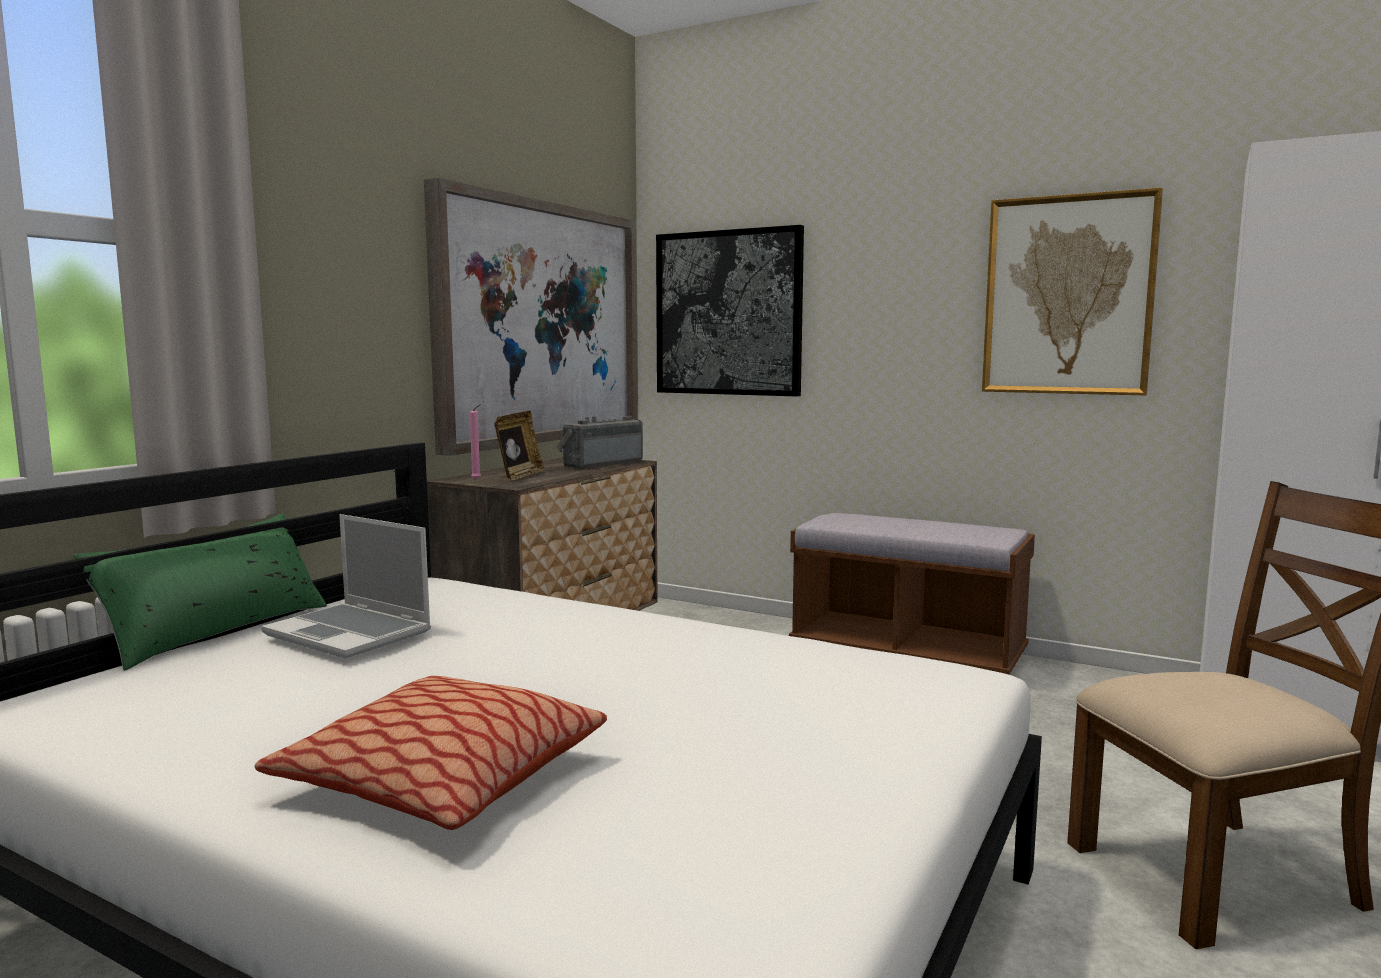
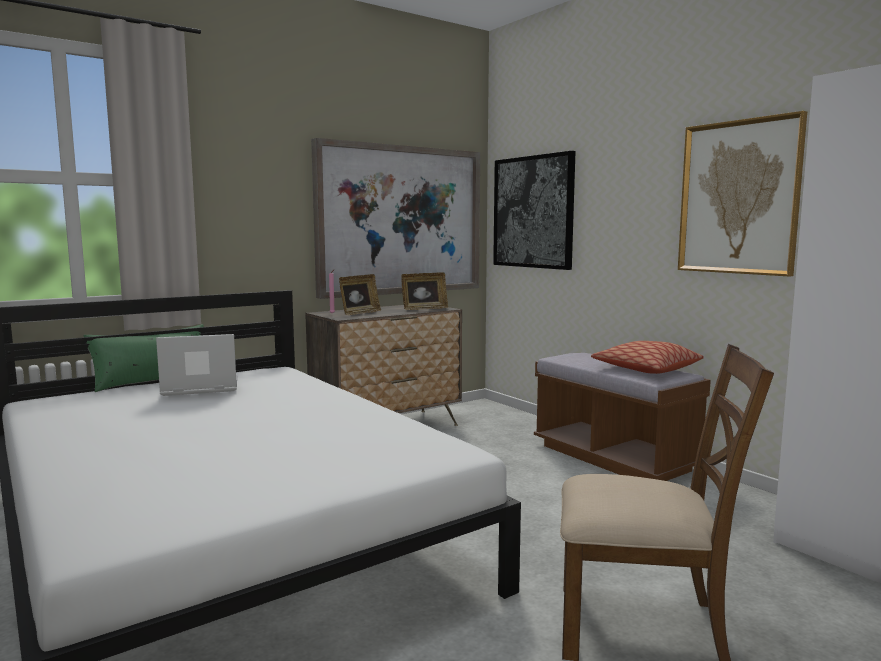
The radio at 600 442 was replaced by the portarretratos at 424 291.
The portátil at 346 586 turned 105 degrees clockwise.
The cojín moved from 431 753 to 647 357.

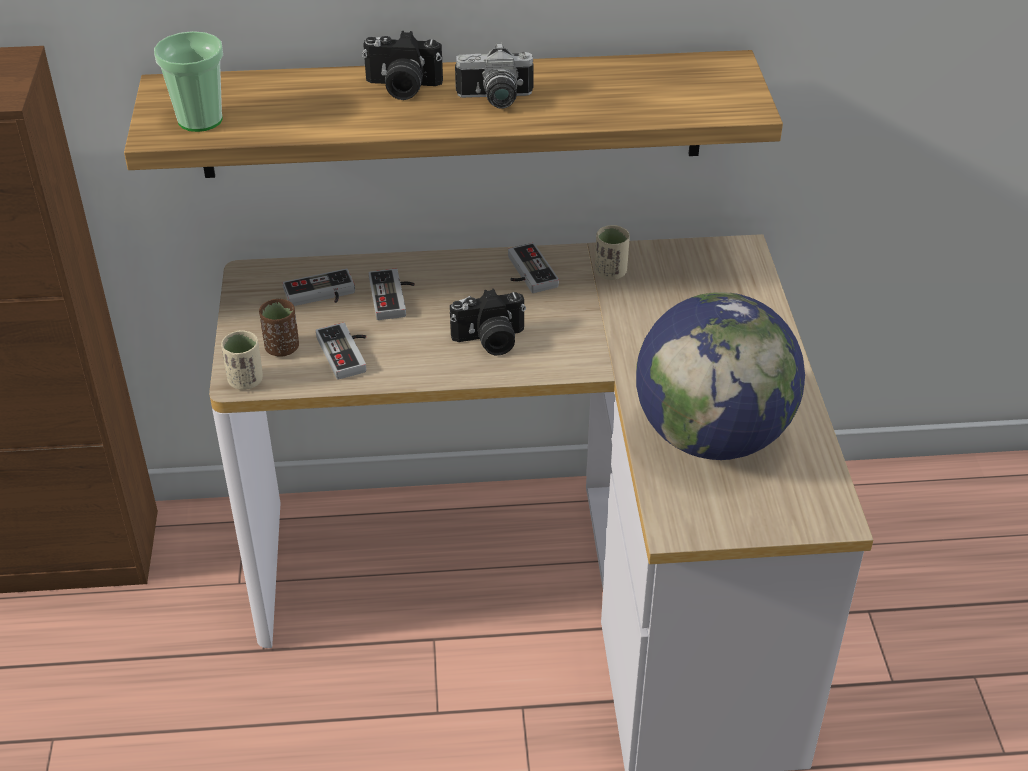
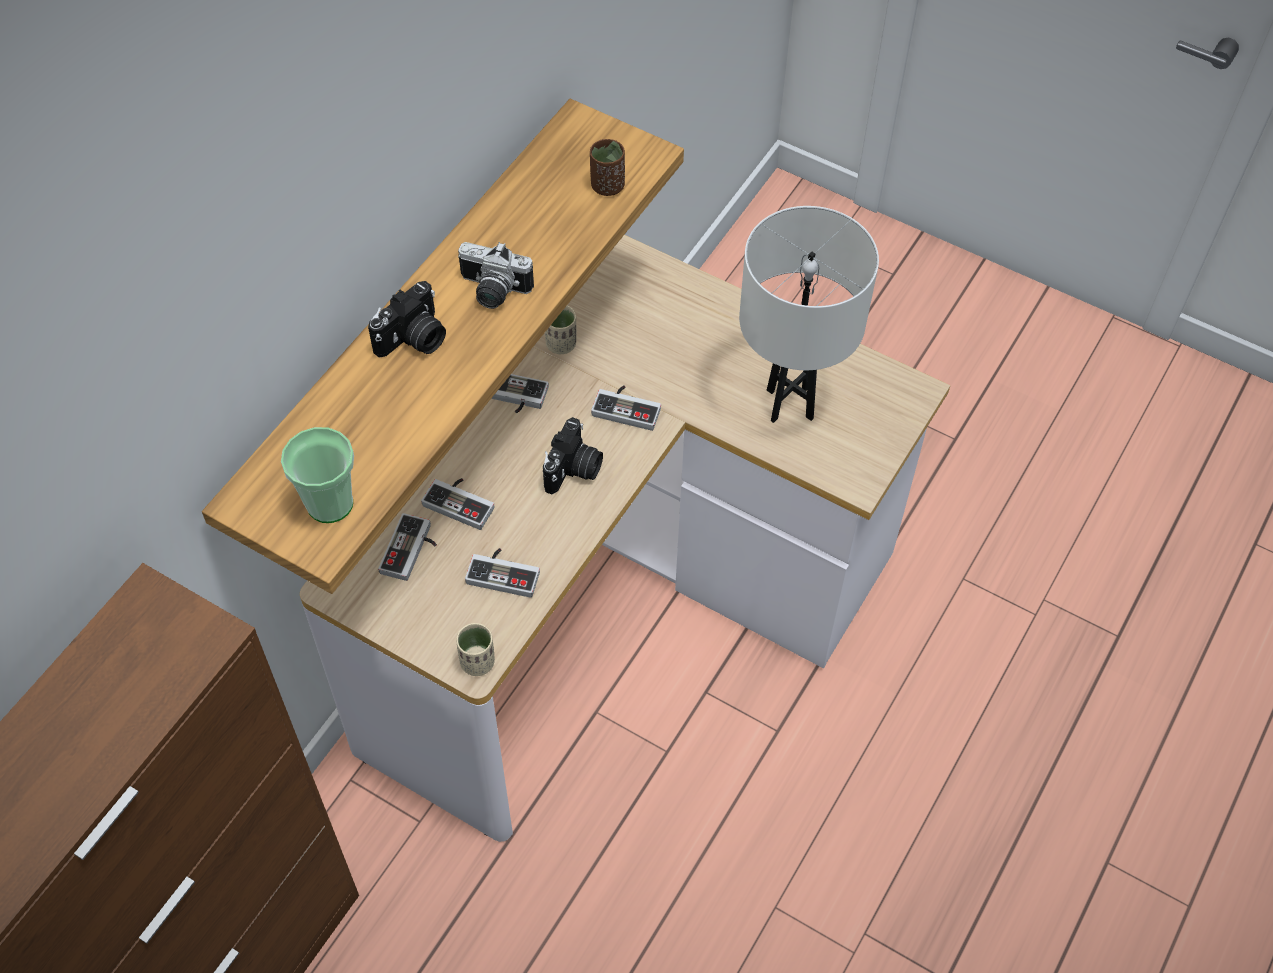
The cámara at 494 75 turned 75 degrees clockwise.
The globo terráqueo at 720 376 was replaced by the lámpara de mesa/blanco at 809 314.
The taza/marrón moved from 279 328 to 607 167.
The mando de consola at 626 408 appeared.

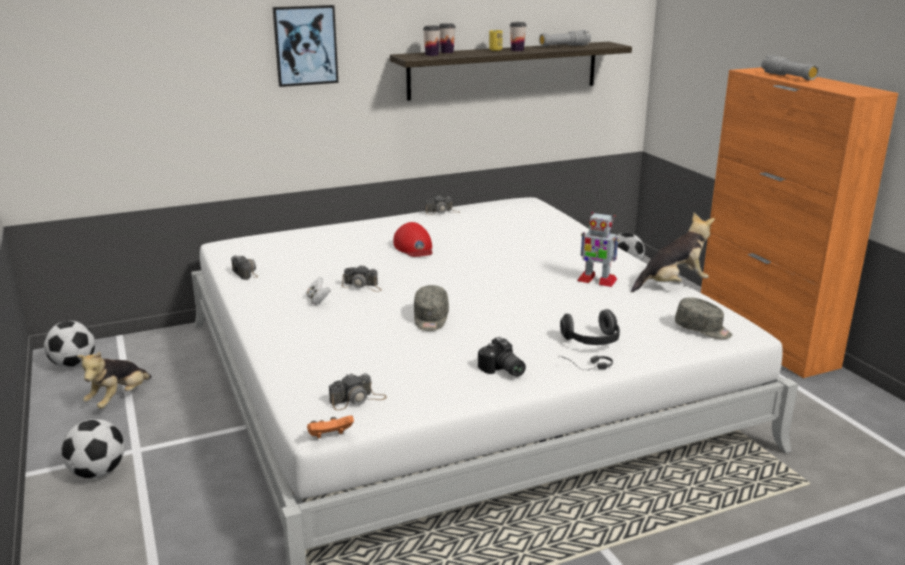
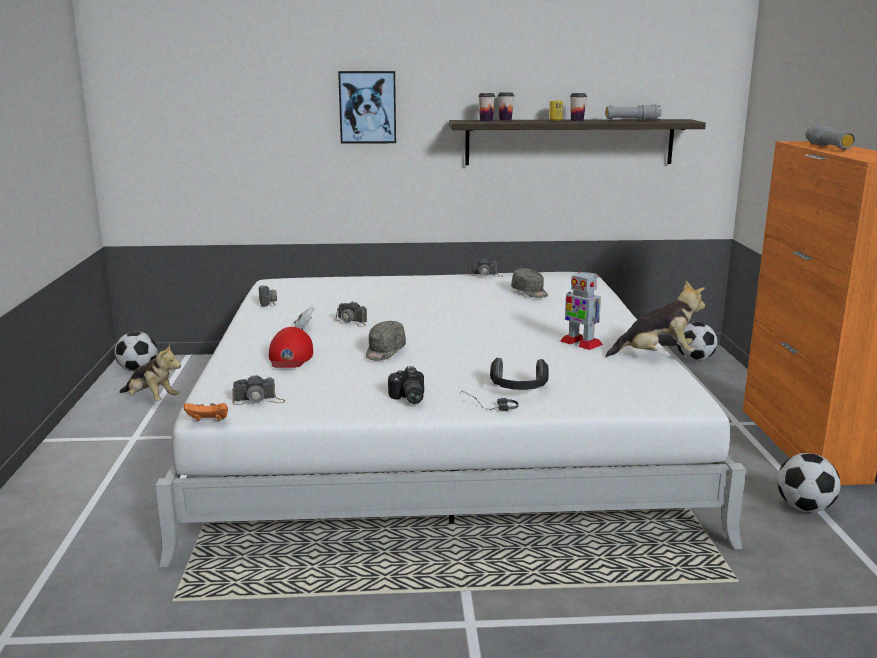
The gorra/rojo moved from 413 239 to 291 347.
The gorra/gris moved from 703 318 to 529 283.
The peluche at 114 379 turned 105 degrees counterclockwise.
The balón de fútbol moved from 93 448 to 809 482.

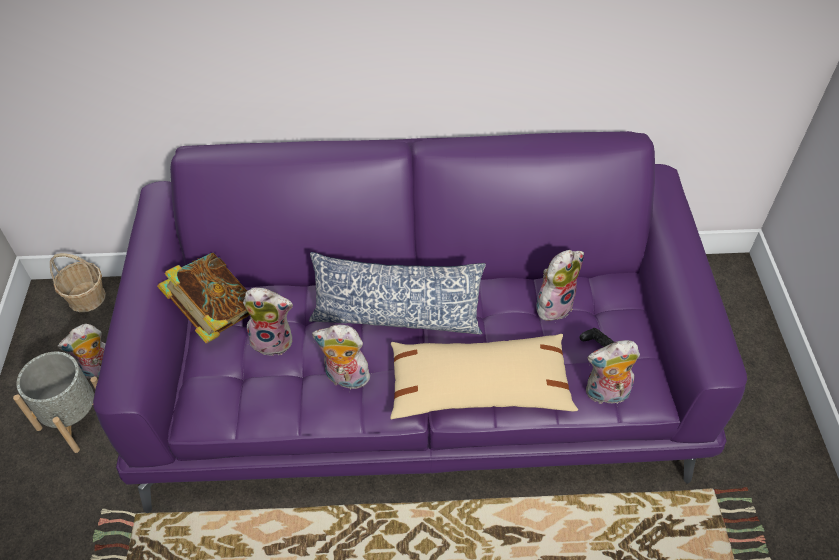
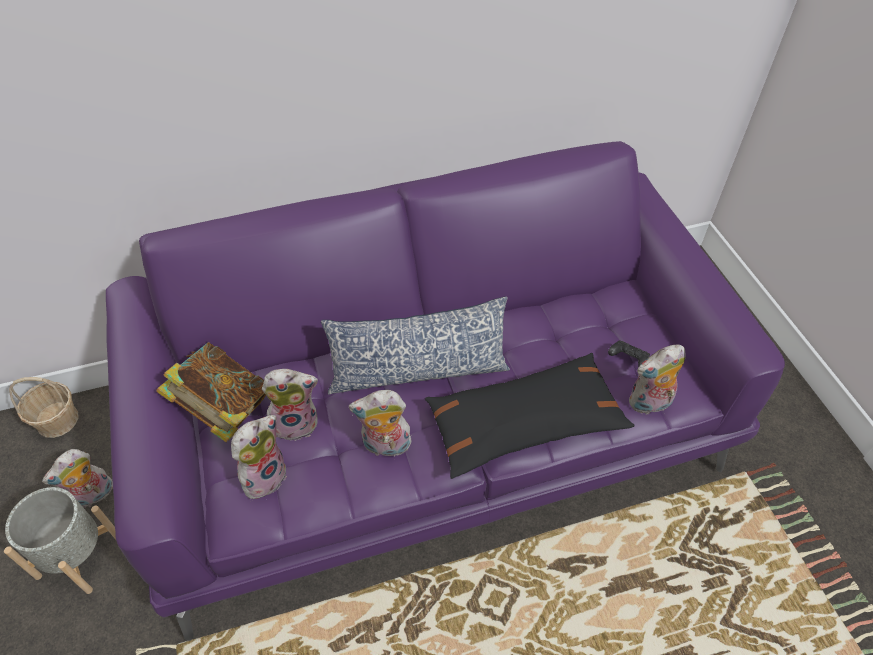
The peluche moved from 560 285 to 259 458.
The cojín/beis at 484 376 became the cojín/negro at 530 416.

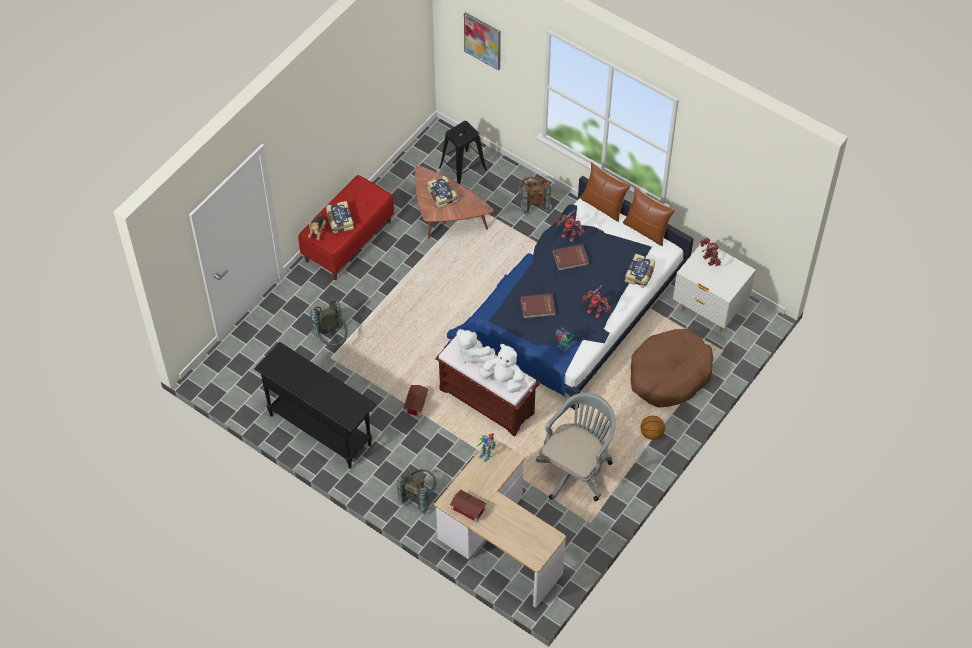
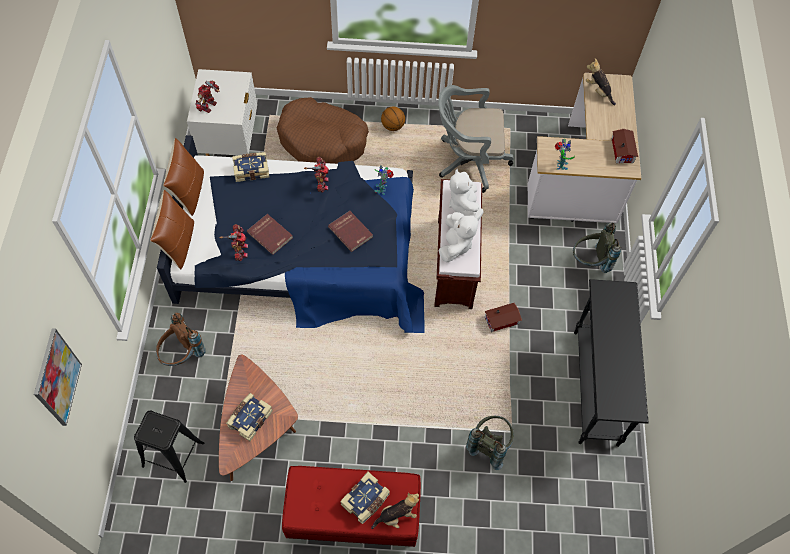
The peluche at 601 81 appeared.

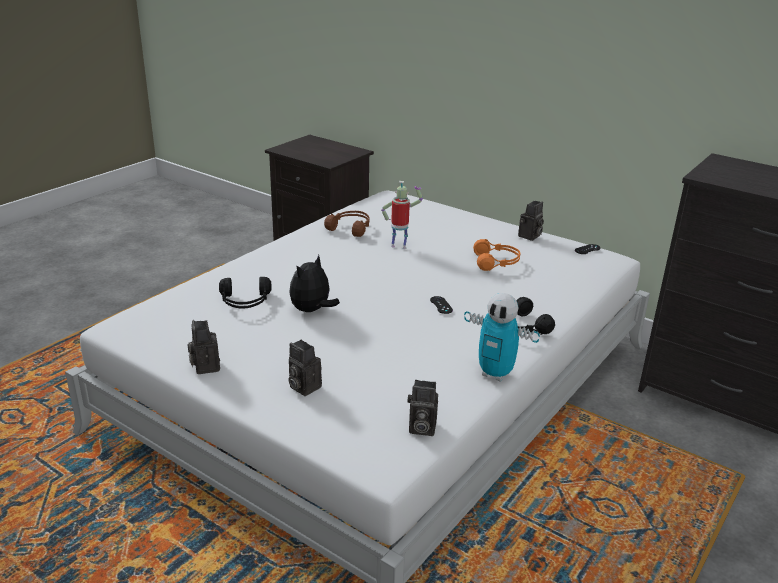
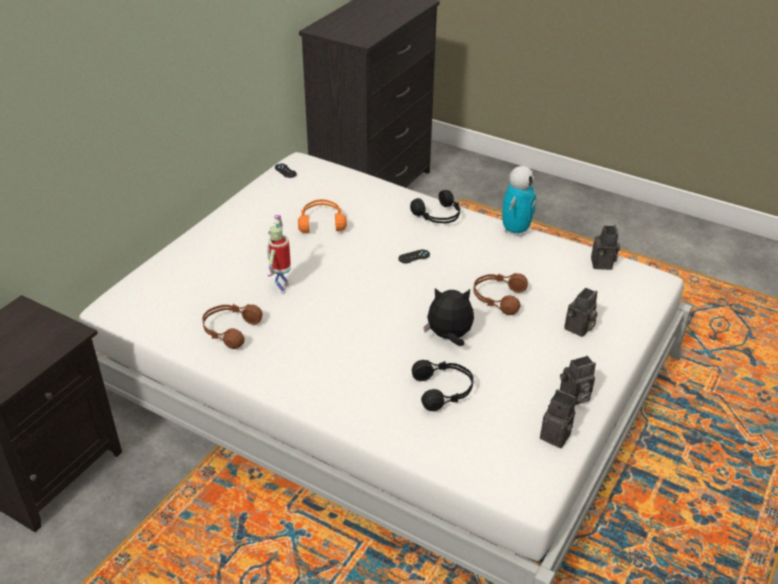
The cámara moved from 531 221 to 558 418.
The peluche at 314 283 turned 150 degrees clockwise.
The auriculares/marrón at 500 294 appeared.

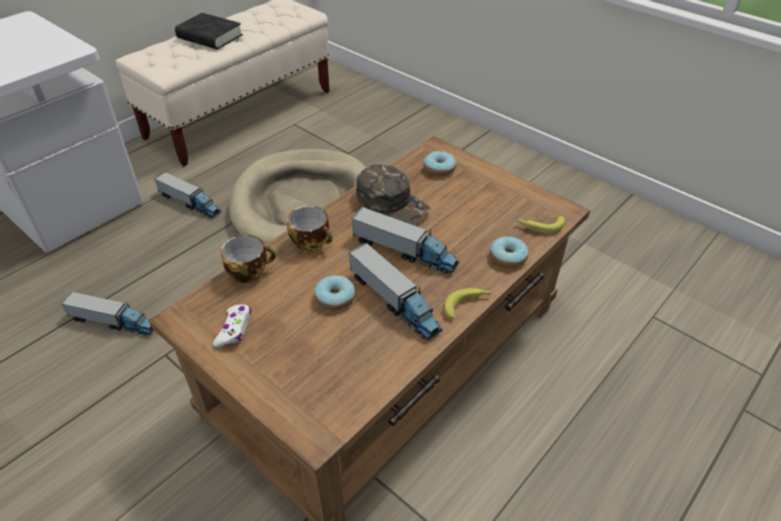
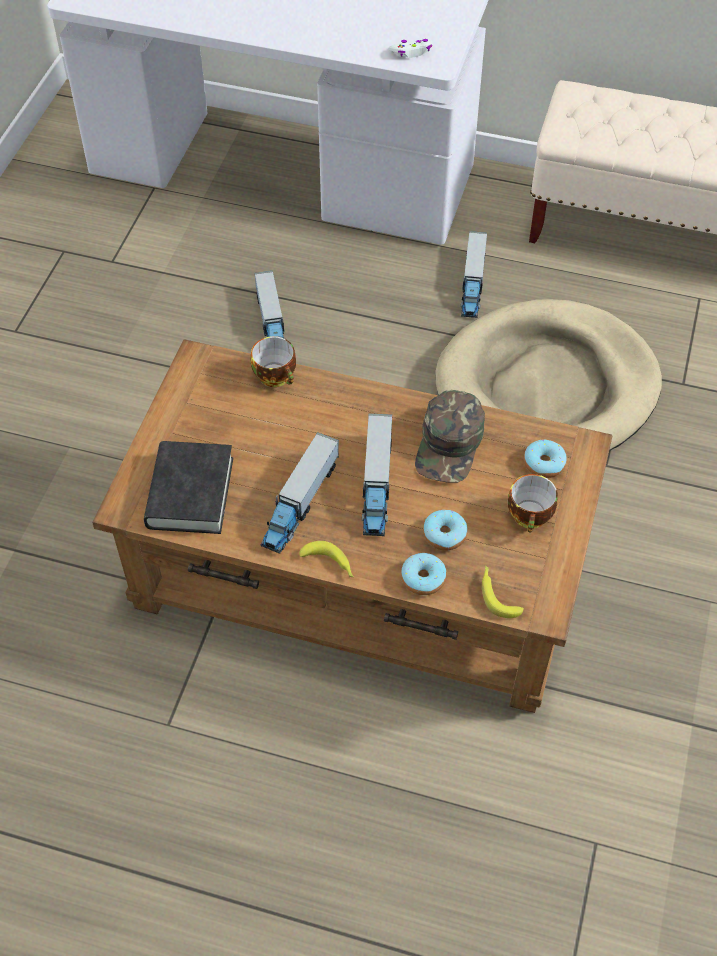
The libro/negro moved from 209 31 to 188 487.
The taza moved from 309 229 to 533 503.
The rosquilla moved from 334 292 to 445 530.
The mando de consola/blanco moved from 232 325 to 410 48.

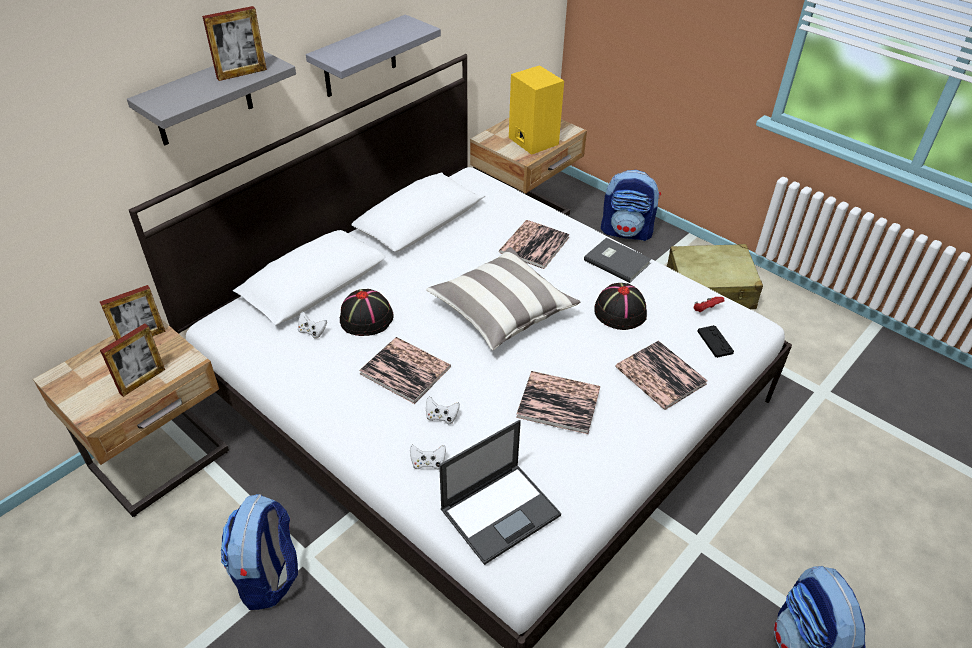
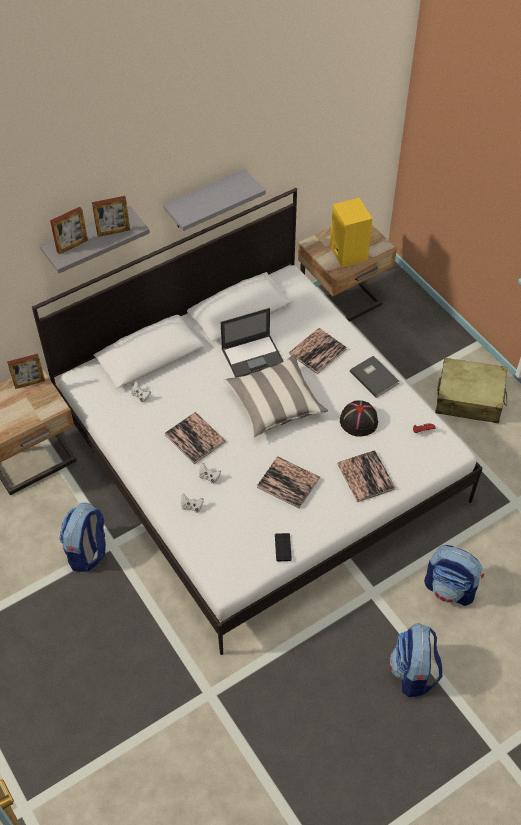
The mochila moved from 631 205 to 454 575.
The sombrero/negro at 367 312 disappeared.
The portarretratos moved from 132 360 to 69 230.
The mando de consola/negro moved from 715 341 to 283 547.
The portátil moved from 500 492 to 252 342.

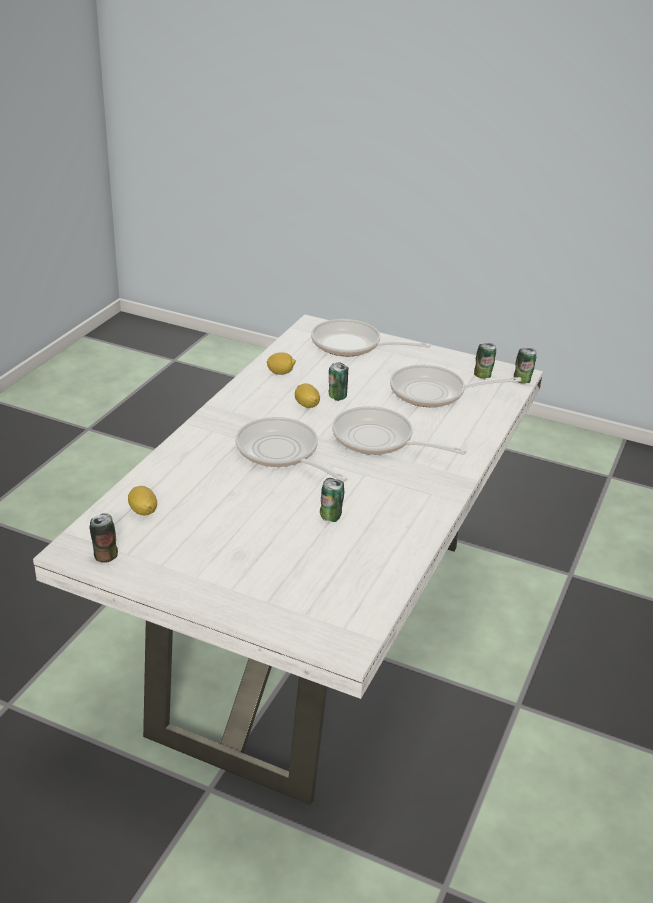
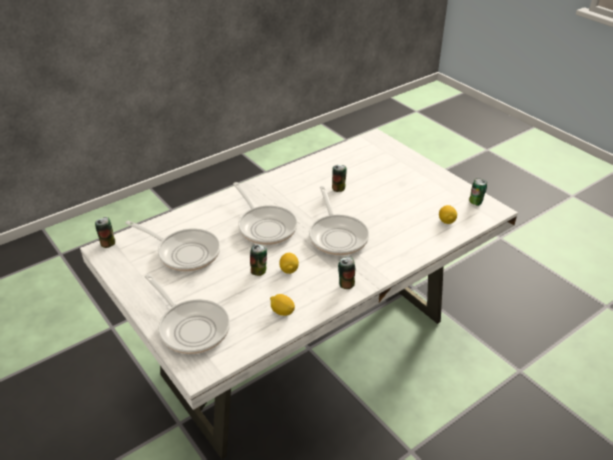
The lata moved from 485 361 to 346 272.

